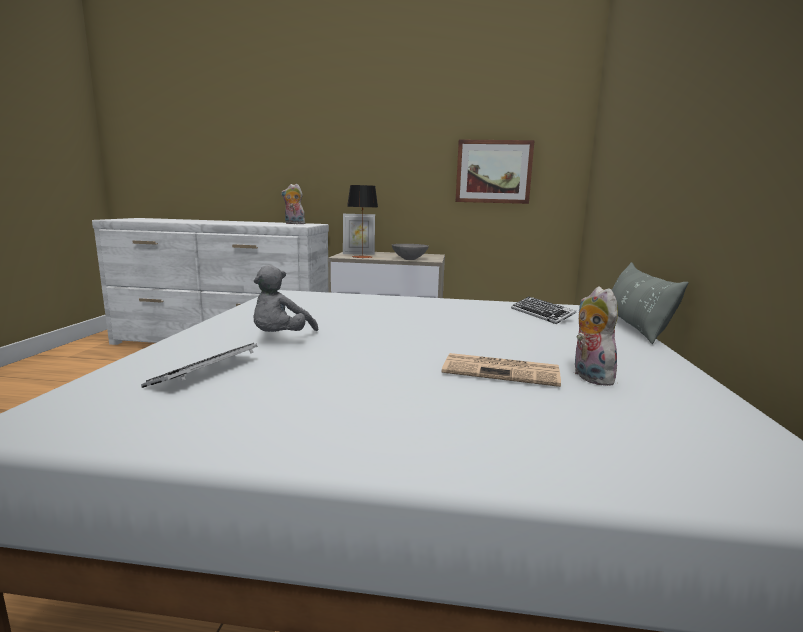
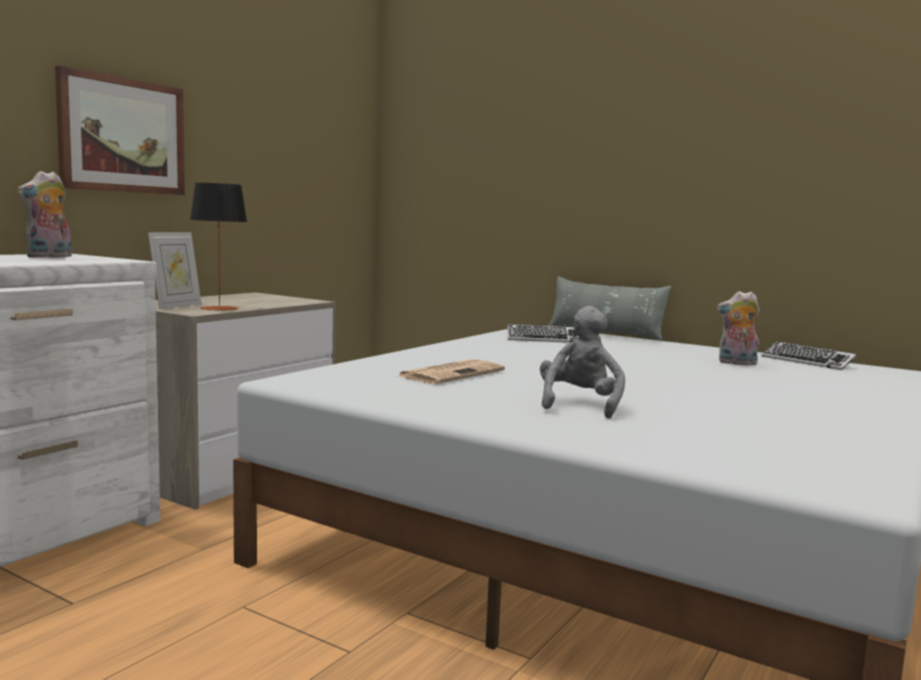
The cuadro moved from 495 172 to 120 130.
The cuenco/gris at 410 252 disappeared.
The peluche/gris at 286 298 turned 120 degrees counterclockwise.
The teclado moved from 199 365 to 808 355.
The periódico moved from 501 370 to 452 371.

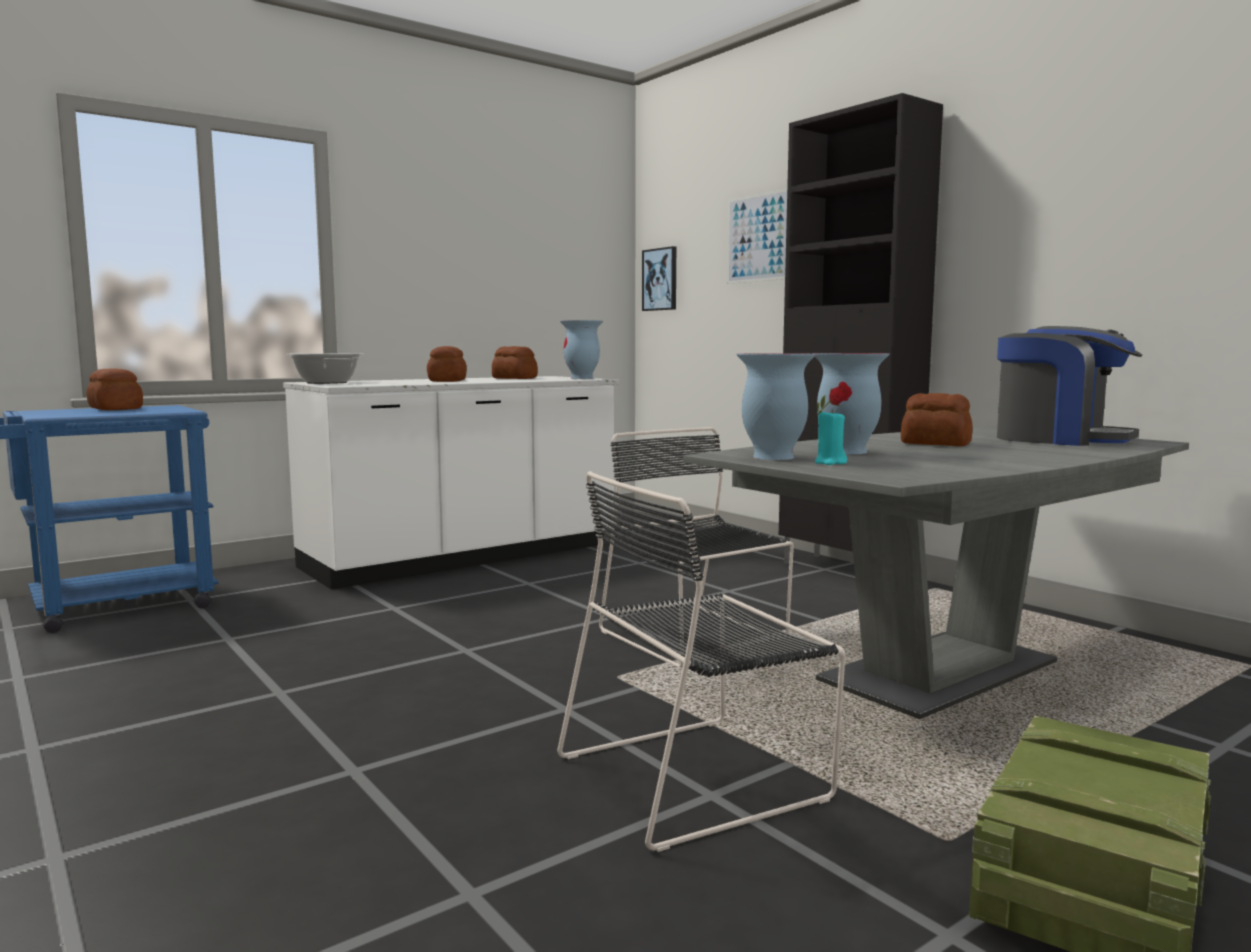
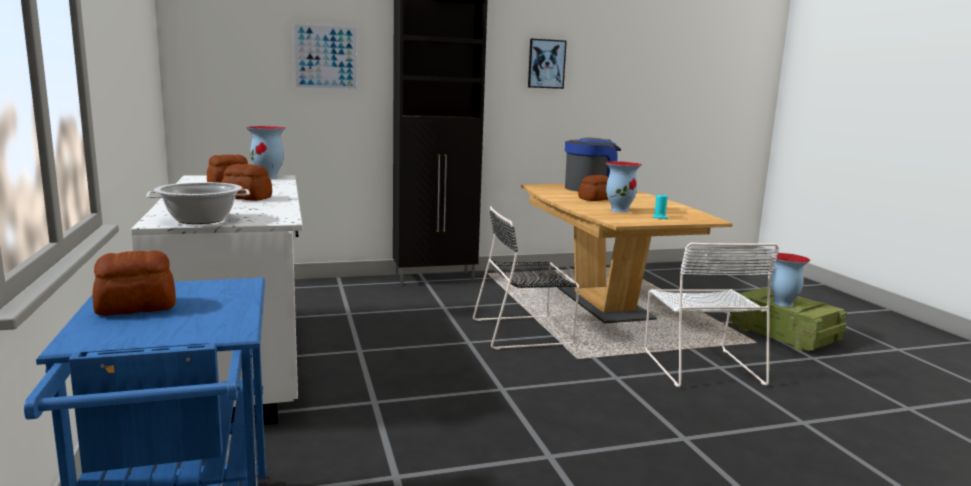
The cuadro moved from 659 278 to 547 64.
The florero moved from 776 406 to 790 280.
The mesa de comedor/gris at 936 573 became the mesa de comedor/marrón at 627 253.
The silla/negro at 701 661 became the silla/blanco at 712 314.

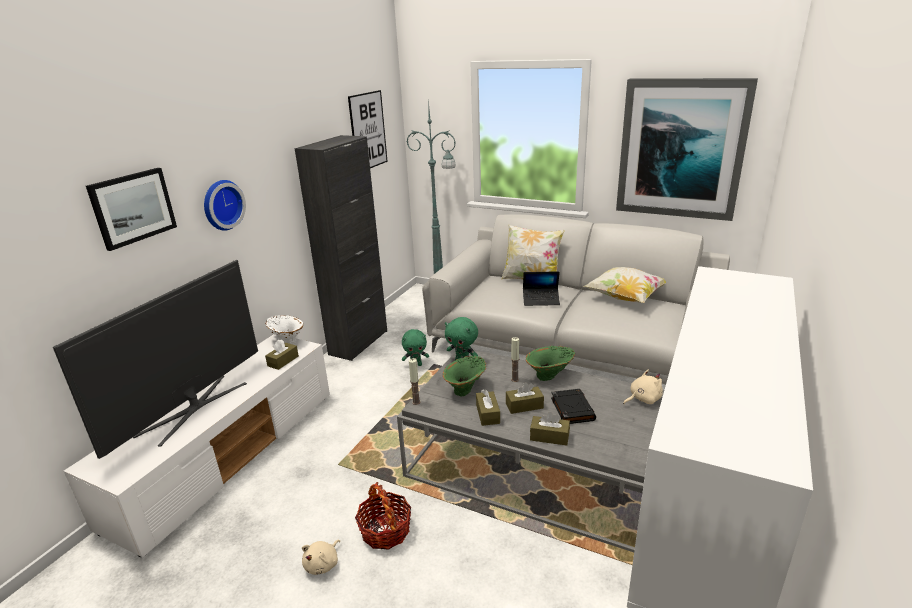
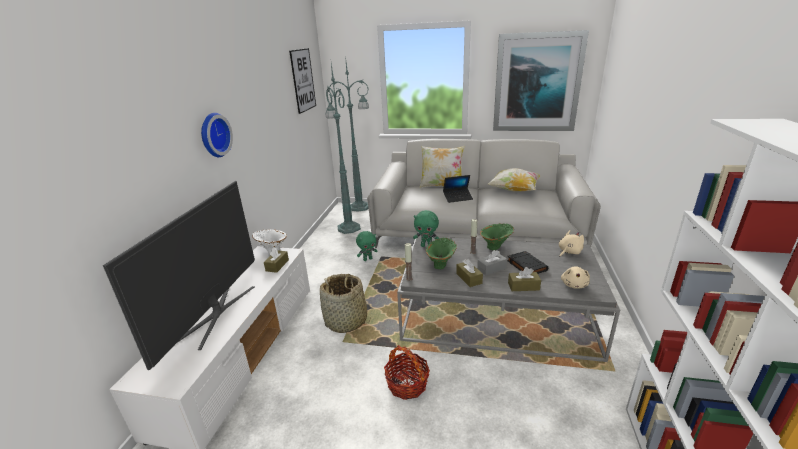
The armario/negro at 341 248 disappeared.
The cuadro at 131 209 disappeared.
The caja de pañuelos/marrón at 525 398 became the caja de pañuelos/gris at 492 262.
The peluche/beis moved from 321 557 to 575 277.
The lámpara de pie/verde at 343 148 appeared.
The cesta at 344 303 appeared.

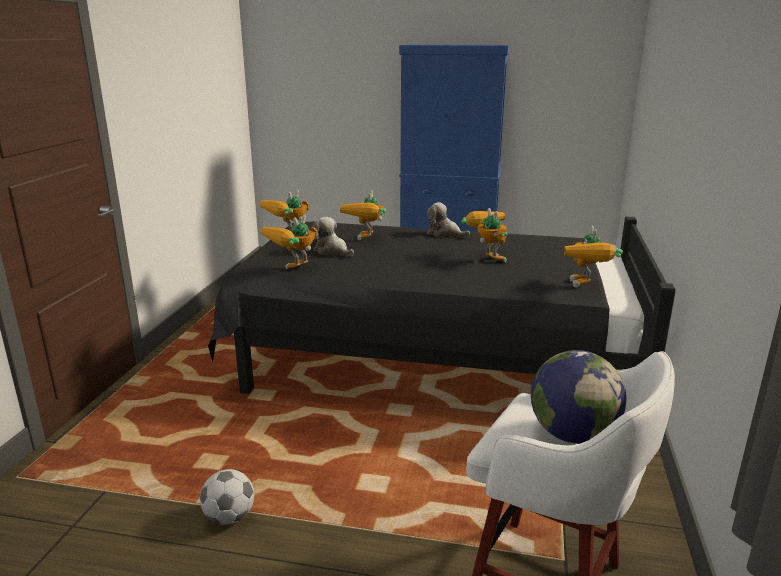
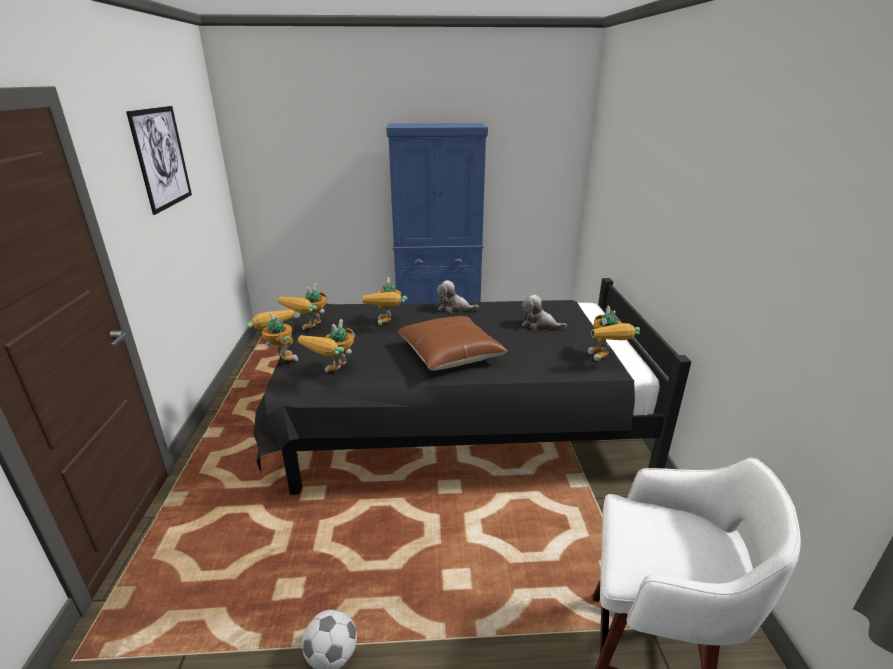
The robot de juguete moved from 484 235 to 272 335.
The peluche moved from 333 237 to 544 312.
The globo terráqueo at 578 397 disappeared.
The cuadro at 159 160 appeared.
The cojín/marrón at 453 343 appeared.

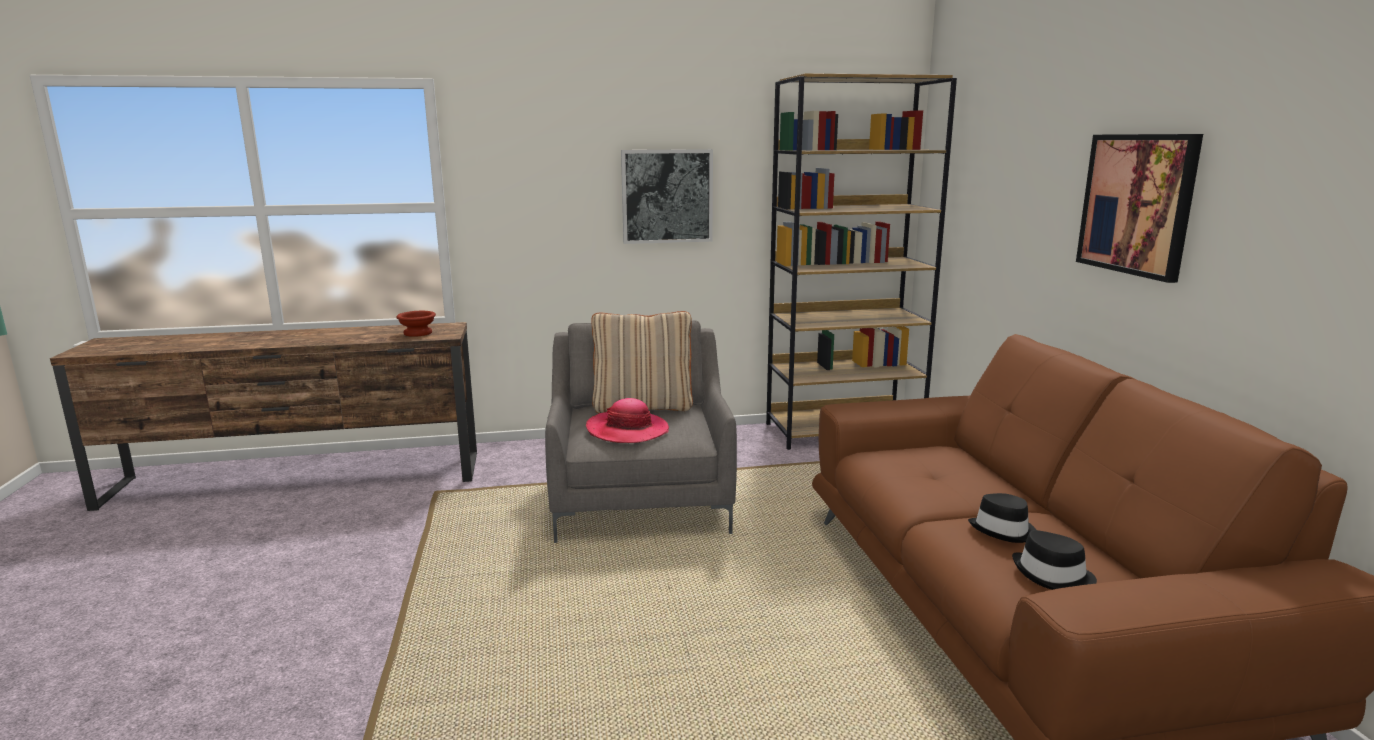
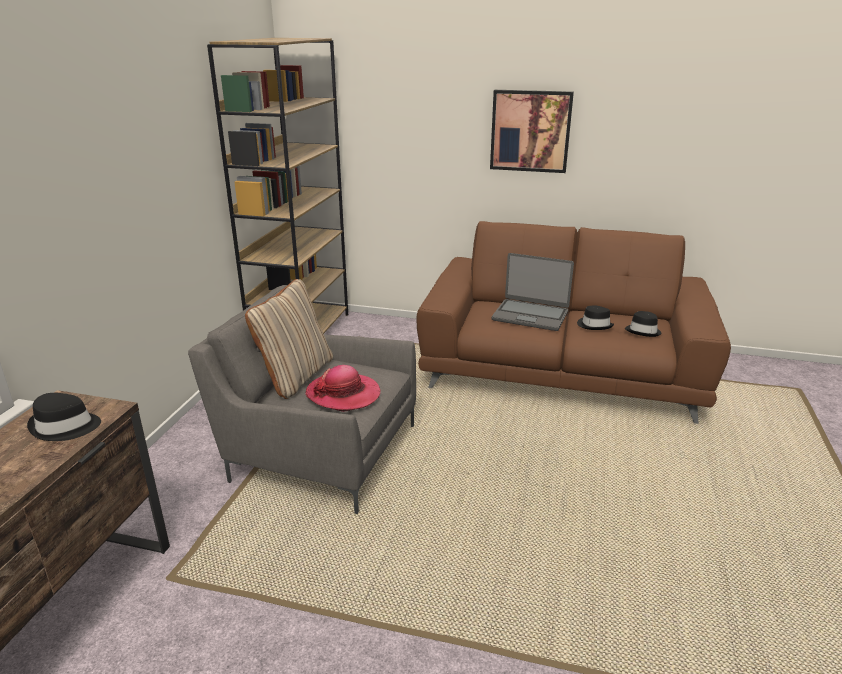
The cuadro at 667 196 disappeared.
The cuenco/marrón at 416 324 was replaced by the sombrero/negro at 64 417.
The portátil at 533 292 appeared.

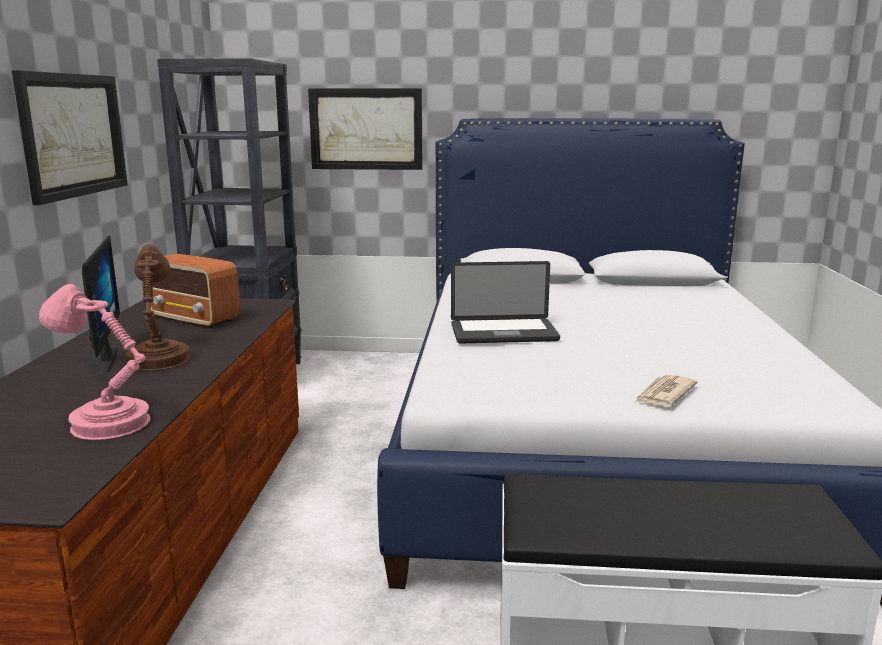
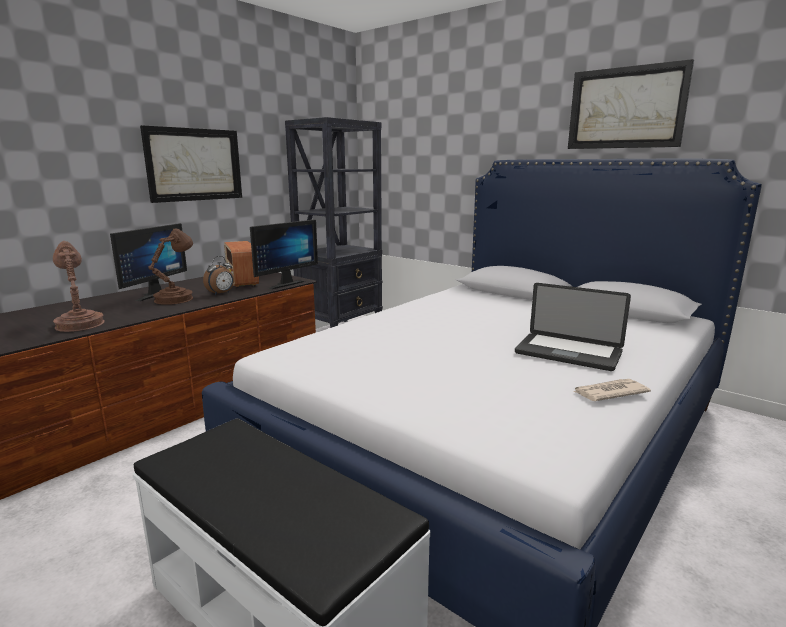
The cuadro moved from 365 129 to 631 104.
The portátil moved from 505 302 to 573 327.
The lámpara de mesa/rosa at 95 362 became the lámpara de mesa/marrón at 79 286.
The periódico moved from 666 390 to 612 390.
The monitor at 284 254 appeared.
The despertador at 218 275 appeared.

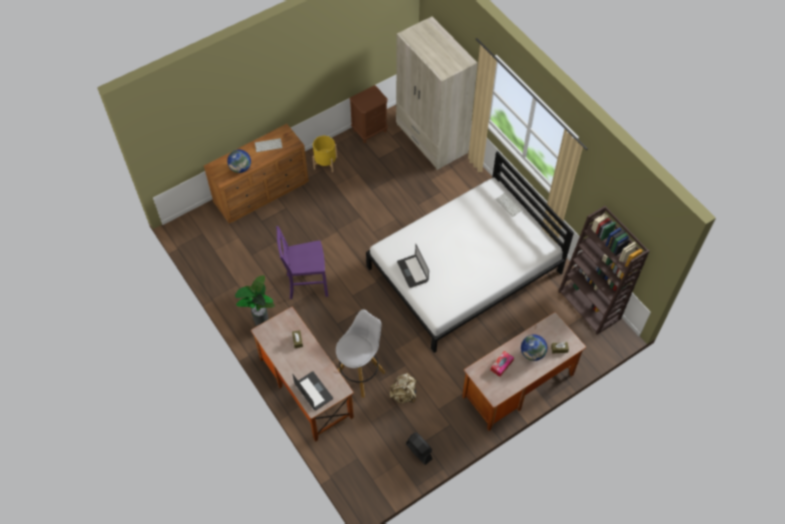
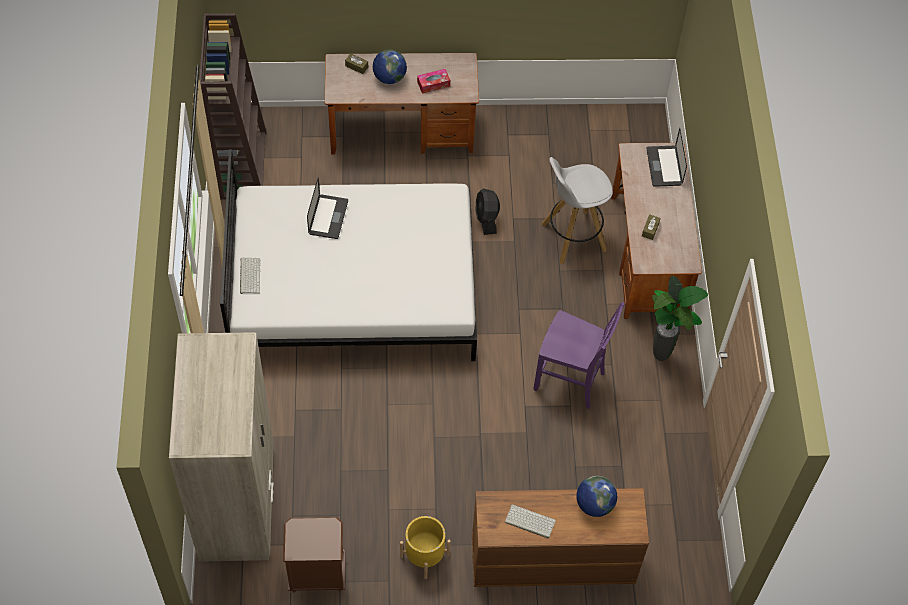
The portátil moved from 413 266 to 327 208.
The mochila/beis at 403 388 disappeared.
The ventilador/negro moved from 419 449 to 488 211.

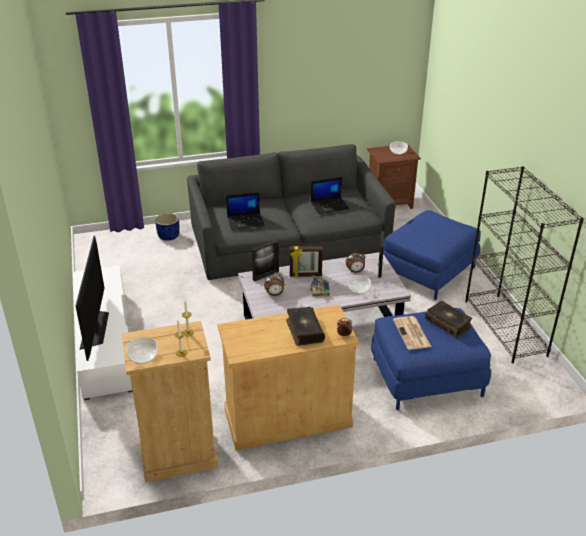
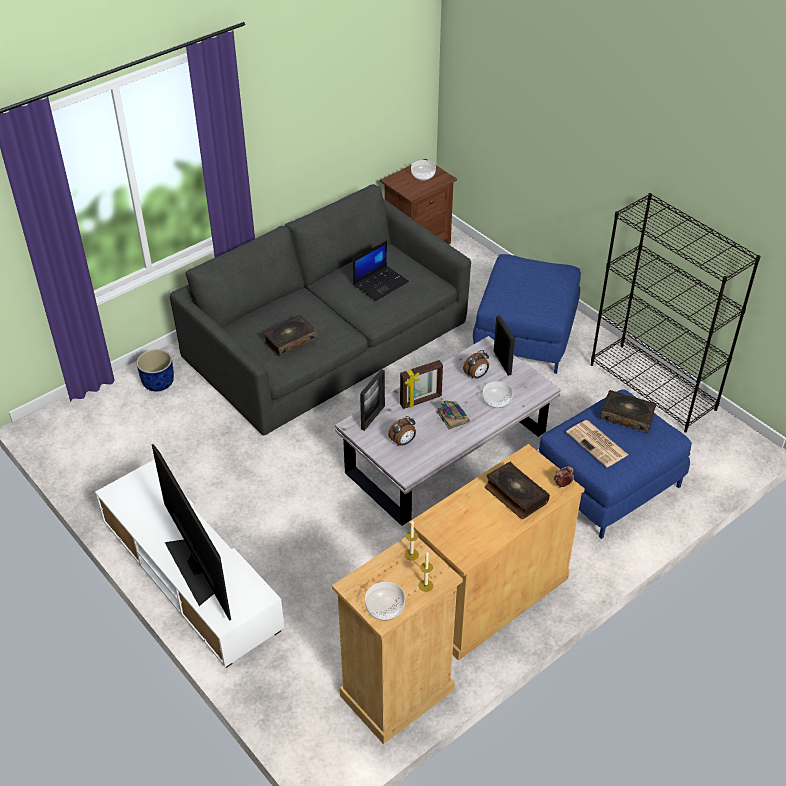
The portátil at 245 211 was replaced by the libro at 290 336.

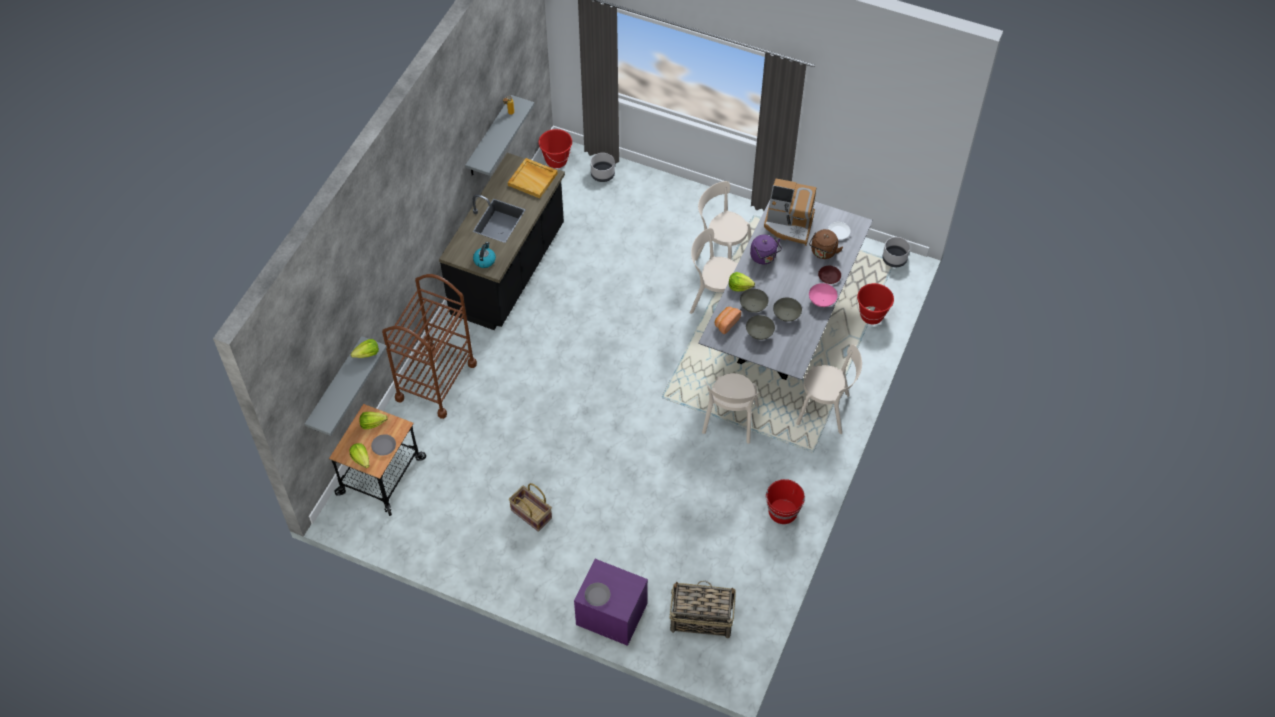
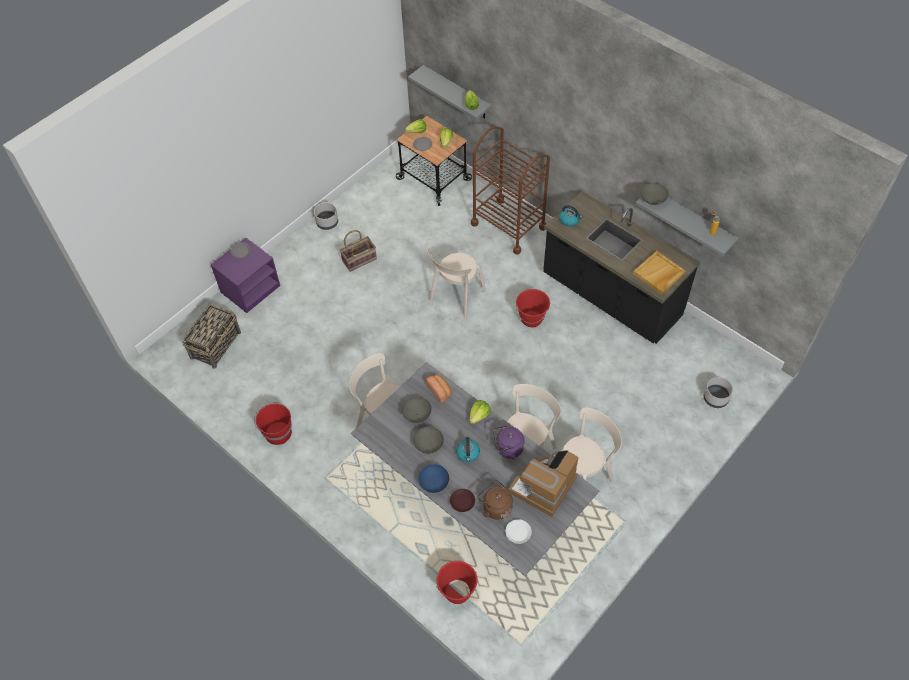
The cubo/rojo moved from 555 148 to 533 308.
The maceta/gris moved from 896 252 to 326 216.
The cuenco/rosa at 823 295 became the cuenco/azul at 433 478.
The cuenco/gris moved from 754 301 to 654 194.
The silla/beis moved from 829 389 to 456 283.
The hervidor at 468 449 appeared.

